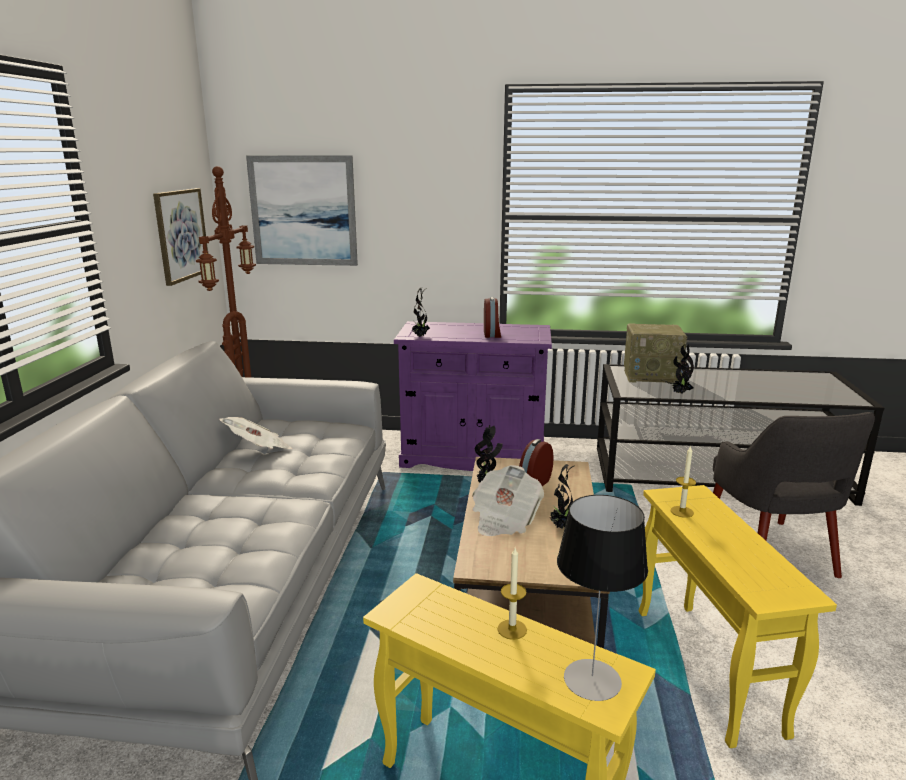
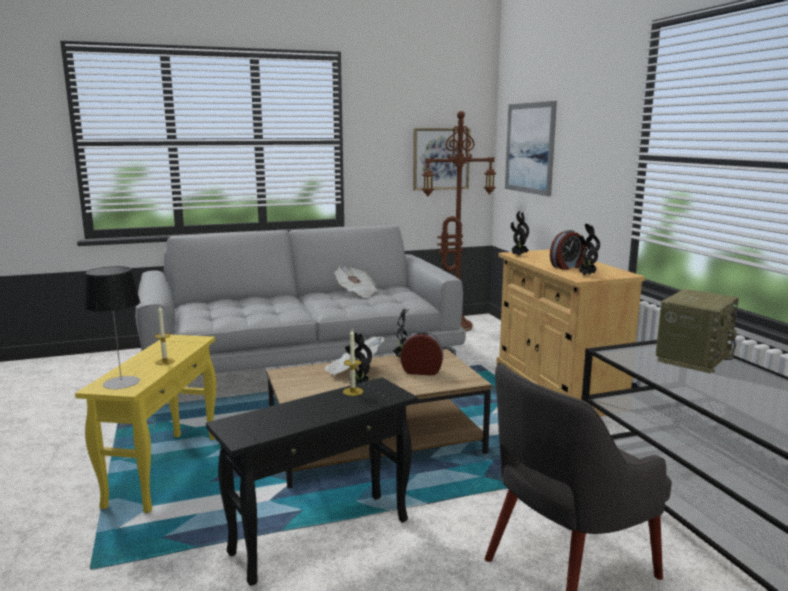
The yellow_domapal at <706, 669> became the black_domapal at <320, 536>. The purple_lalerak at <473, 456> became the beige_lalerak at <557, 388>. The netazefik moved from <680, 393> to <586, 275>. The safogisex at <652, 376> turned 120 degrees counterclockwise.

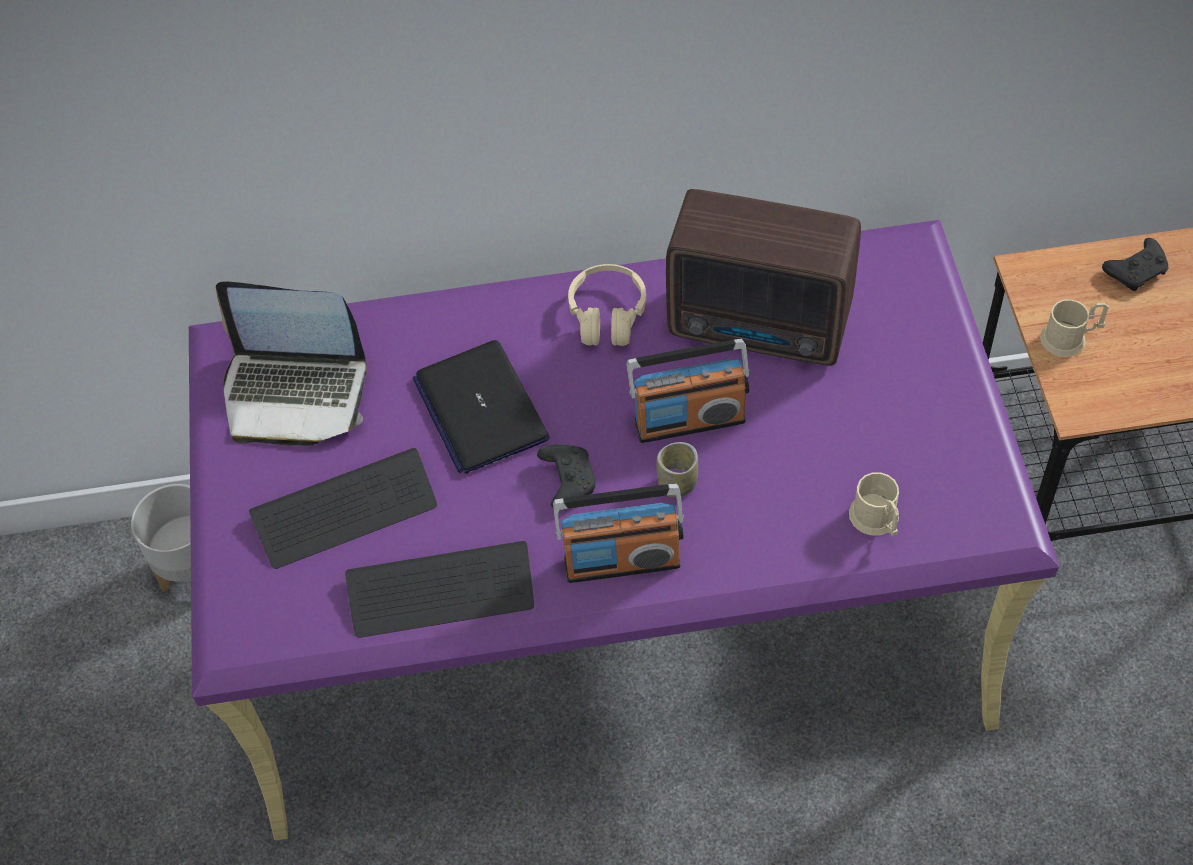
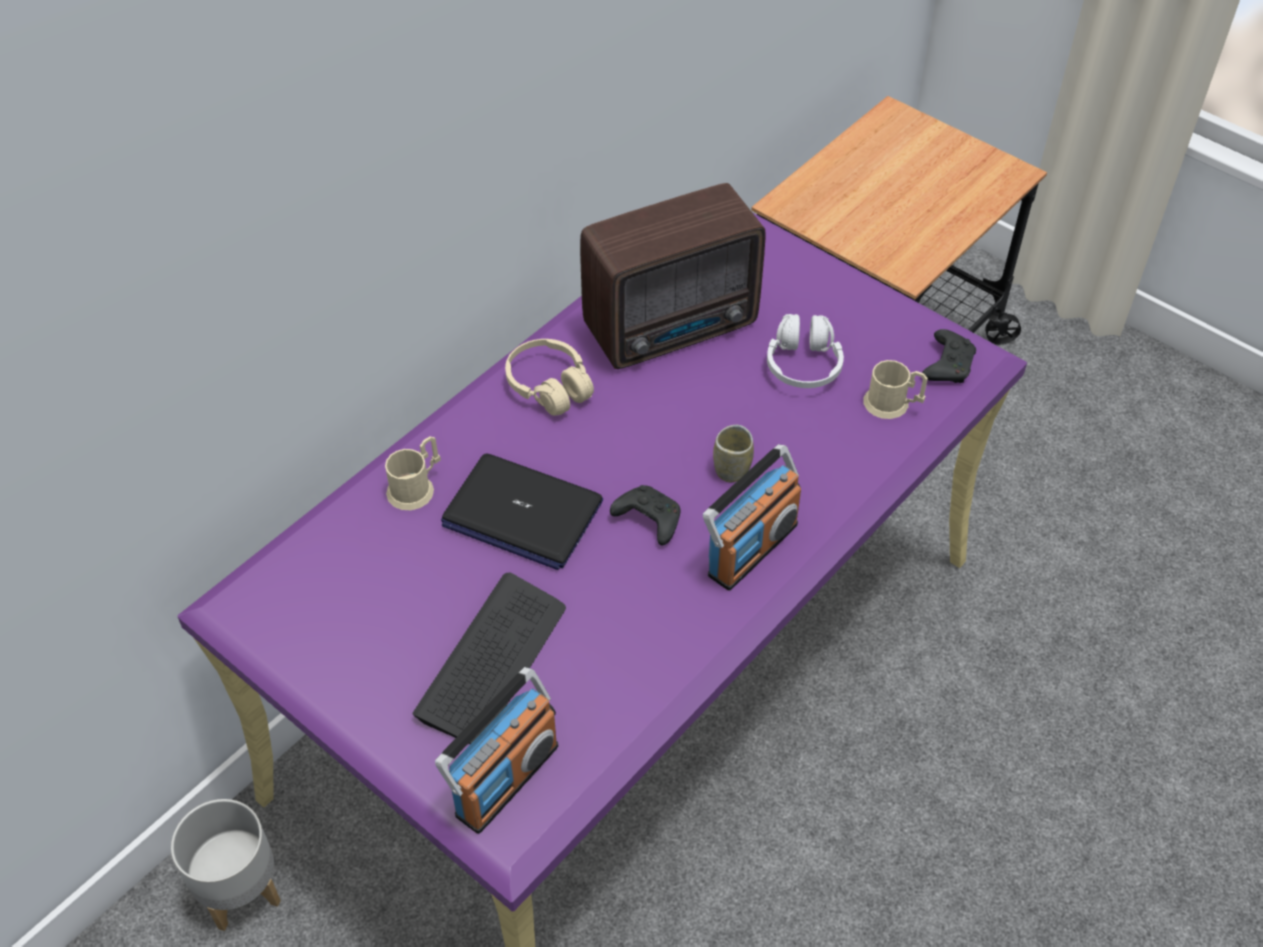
The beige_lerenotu moved from <1070, 338> to <416, 487>. The safogisex moved from <689, 420> to <505, 779>. The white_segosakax at <803, 364> appeared. The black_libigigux moved from <1137, 271> to <947, 365>. The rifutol at <295, 392> disappeared. The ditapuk at <441, 591> disappeared.

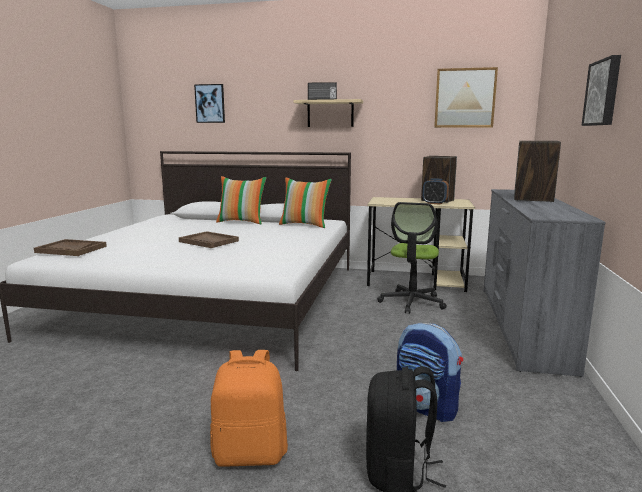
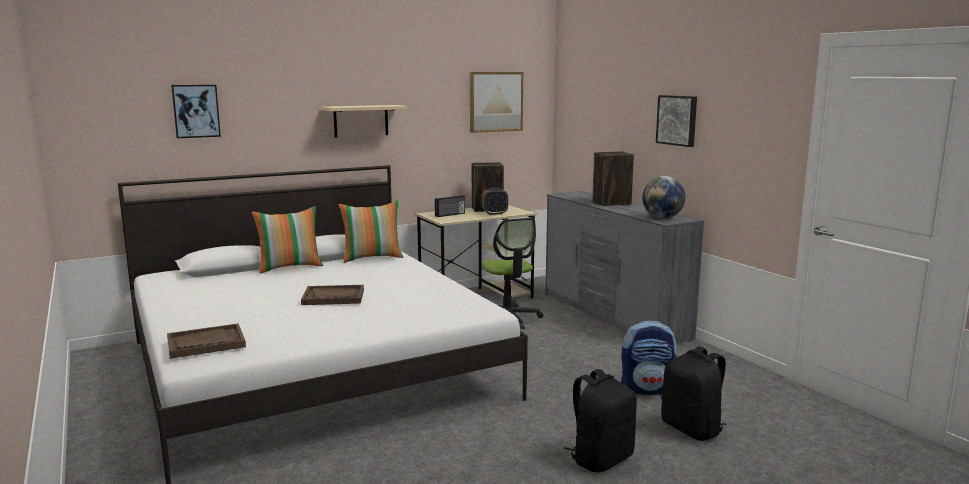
The safogisex moved from <322, 99> to <450, 215>. The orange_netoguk at <250, 453> became the black_netoguk at <601, 459>. The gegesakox at <662, 218> appeared.

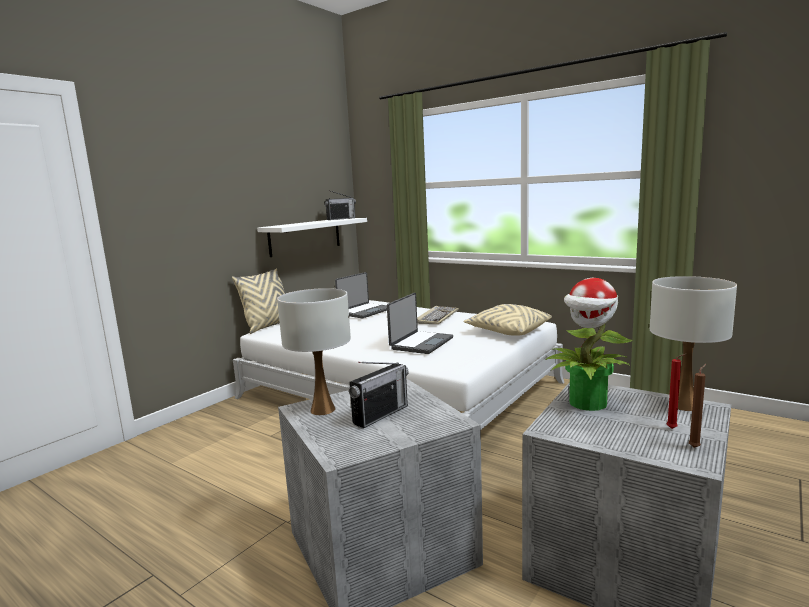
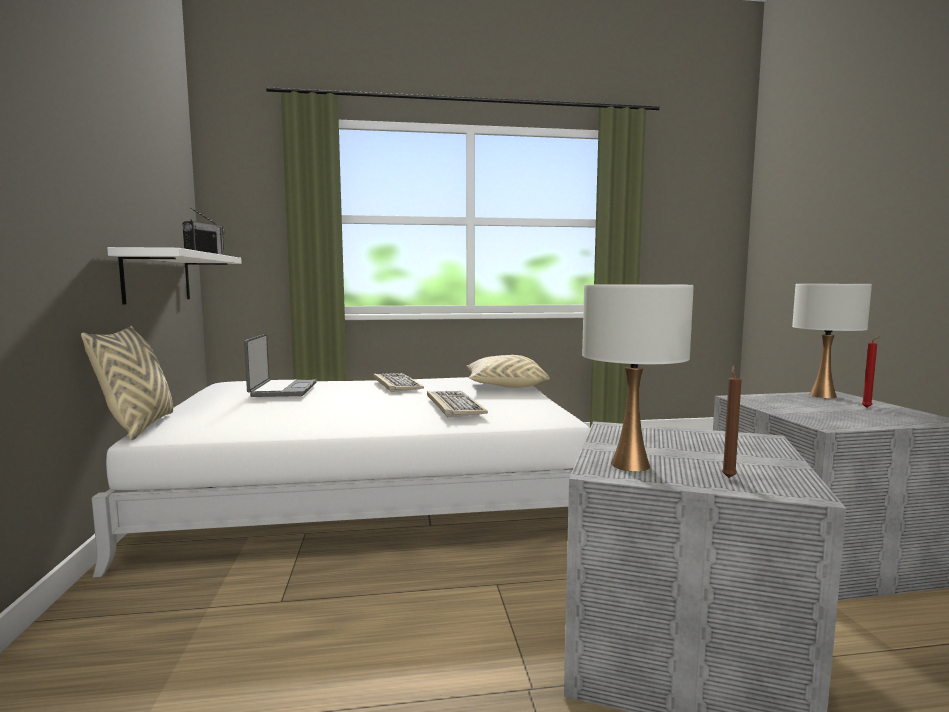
The rifutol at <421, 343> was replaced by the ditapuk at <453, 406>. The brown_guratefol moved from <695, 447> to <728, 477>. The safogisex at <380, 414> disappeared. The netazefik at <587, 403> disappeared.

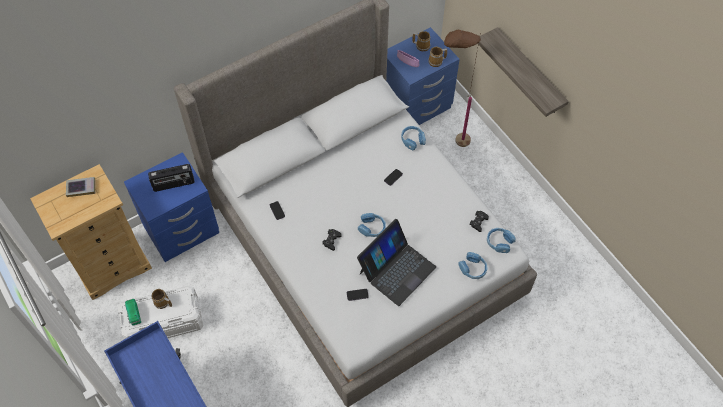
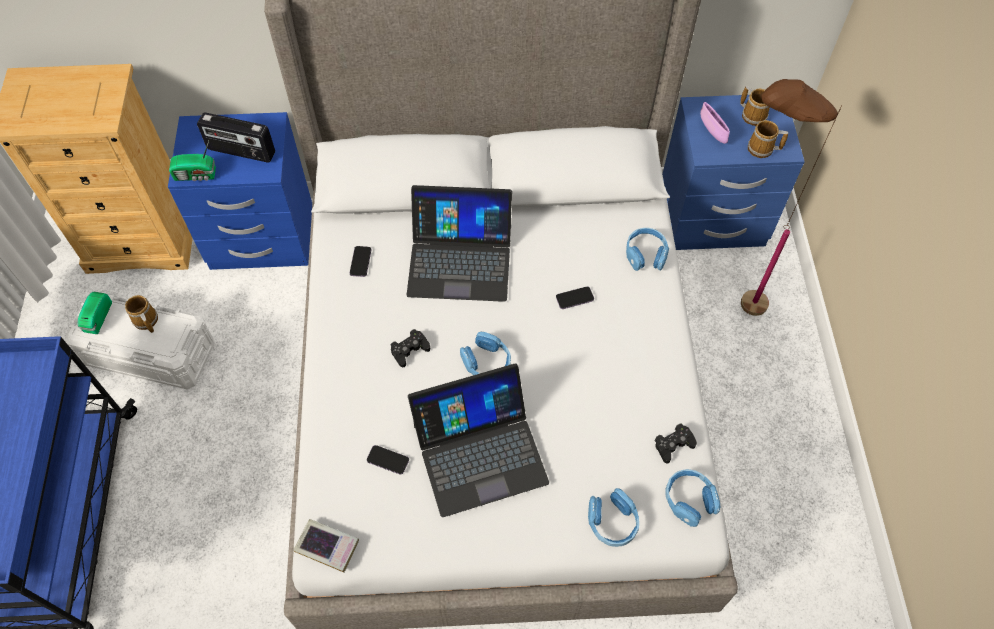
The safogisex at <196, 175> appeared. The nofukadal moved from <81, 188> to <327, 546>. The rifutol at <460, 260> appeared. The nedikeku at <529, 73> disappeared.

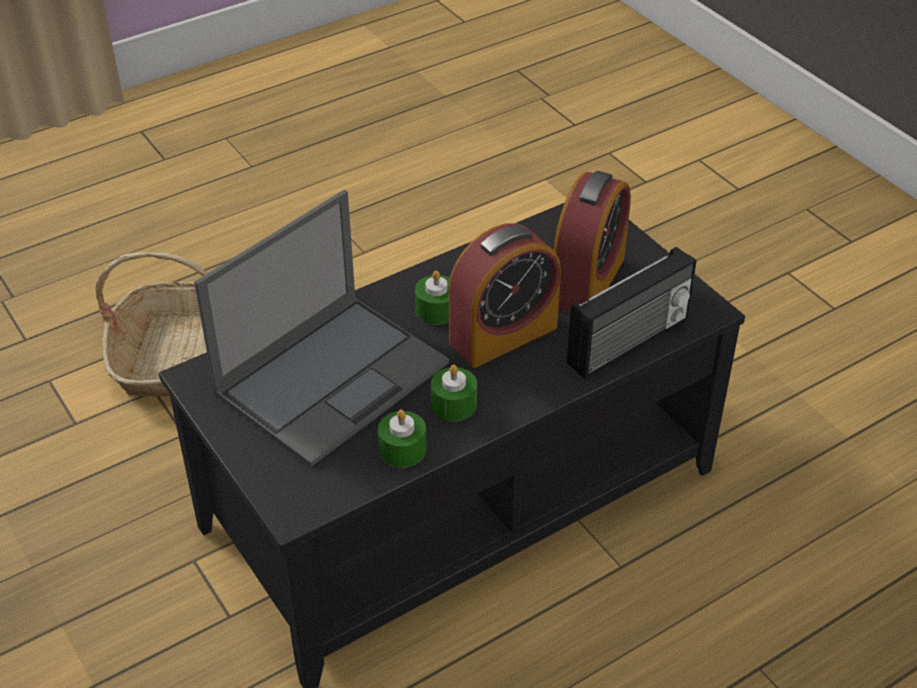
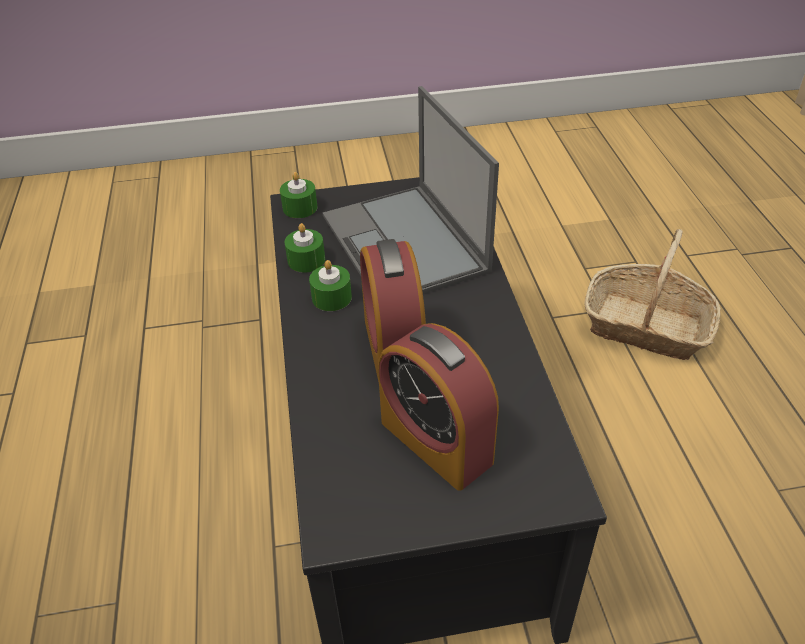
The green_guratefol moved from <436, 310> to <300, 208>. The safogisex at <630, 343> disappeared.

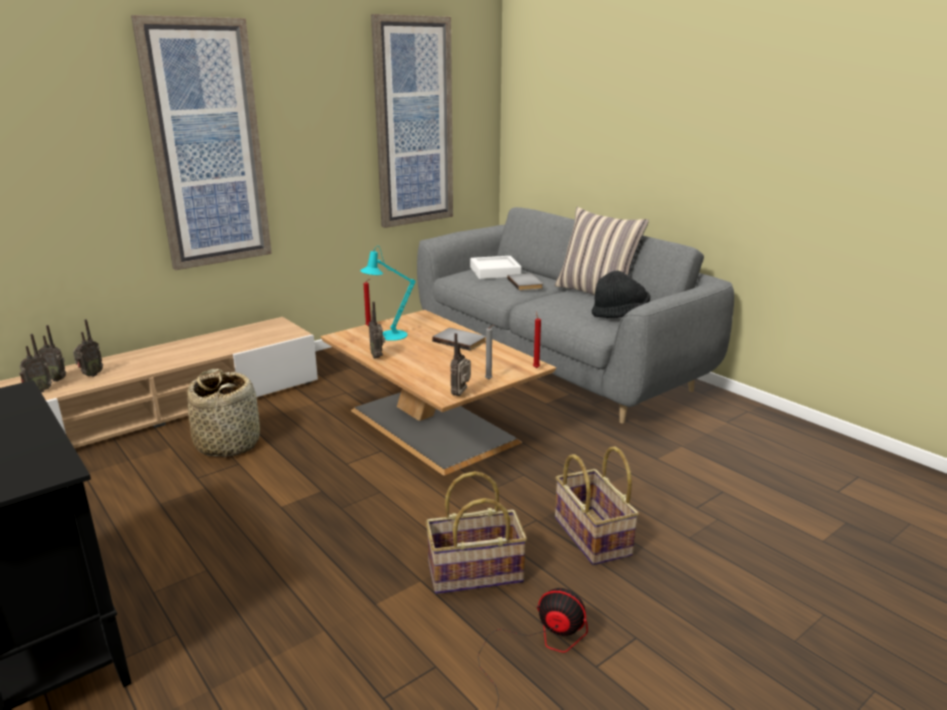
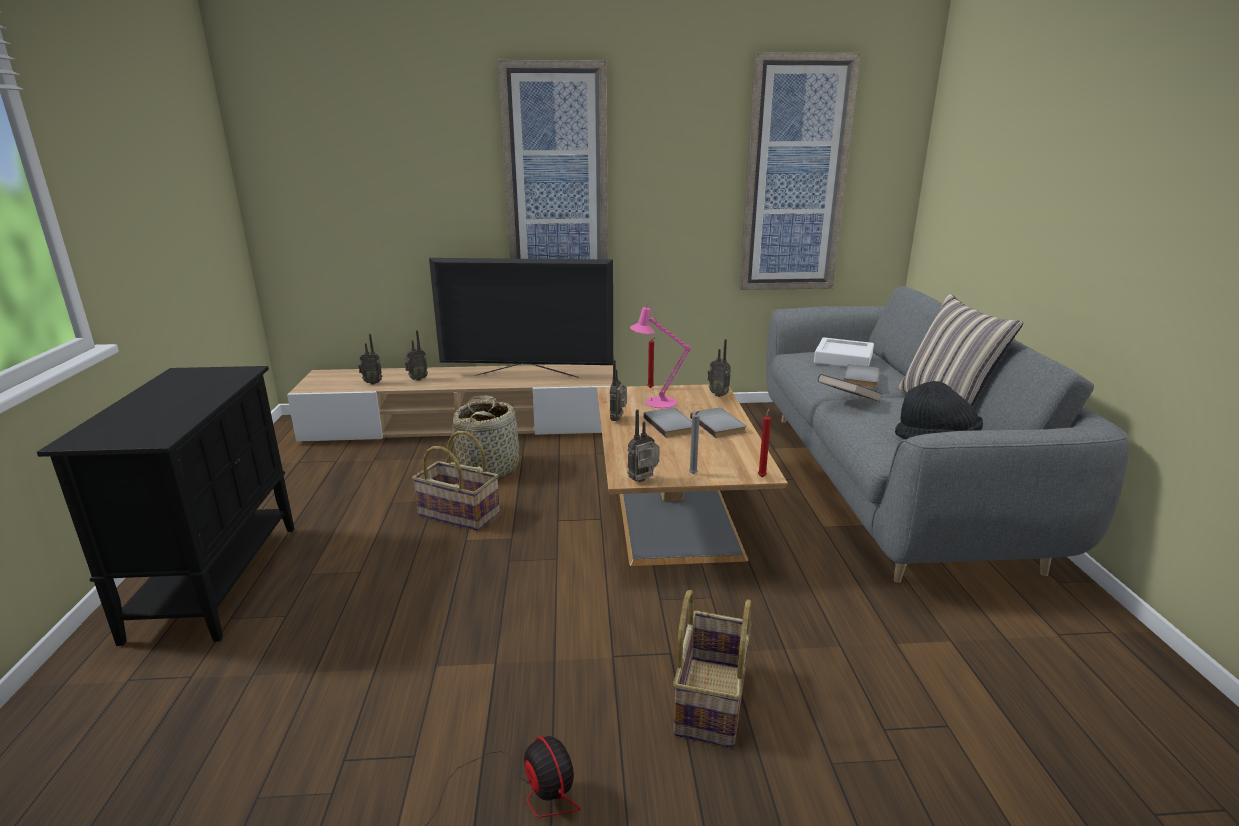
The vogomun moved from <475, 574> to <458, 515>. The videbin at <527, 376> appeared. The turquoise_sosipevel at <388, 336> became the pink_sosipevel at <656, 402>. The grey_nofukadal at <672, 424> appeared. The safogisex moved from <57, 379> to <719, 394>. The brown_nofukadal at <847, 401> appeared.

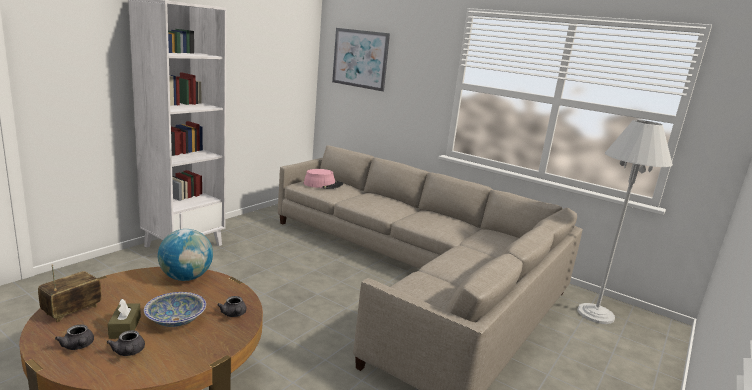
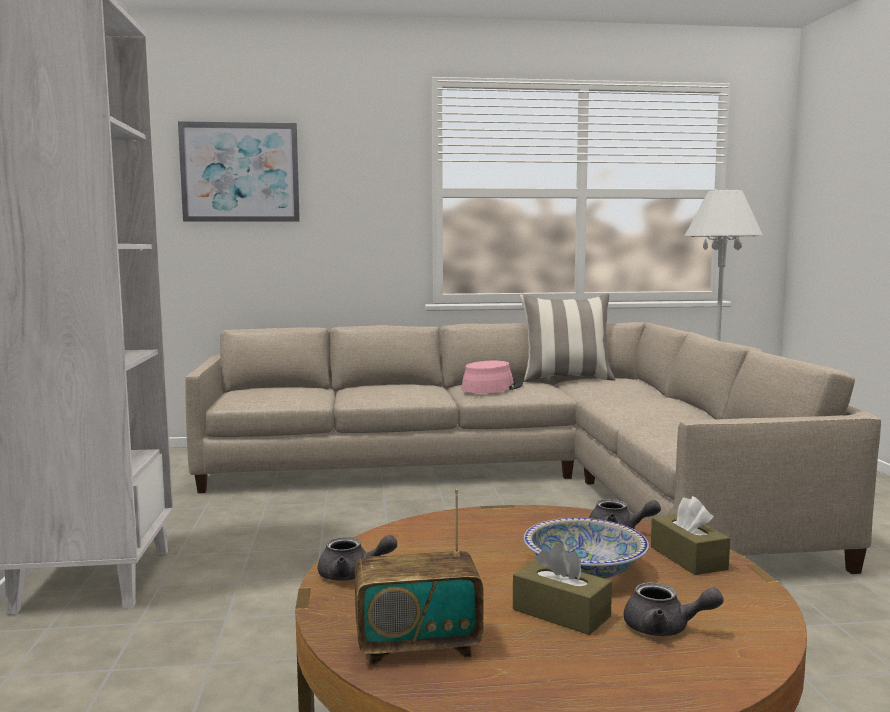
The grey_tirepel moved from <78, 346> to <352, 575>. The safogisex at <72, 311> turned 90 degrees counterclockwise. The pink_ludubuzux moved from <323, 184> to <491, 387>. The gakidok at <566, 379> appeared. The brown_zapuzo at <688, 558> appeared. The gegesakox at <186, 277> disappeared.

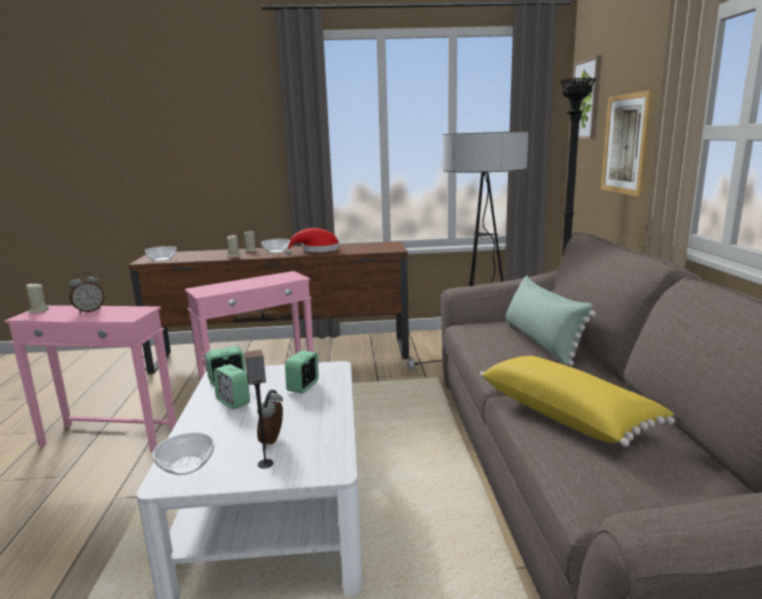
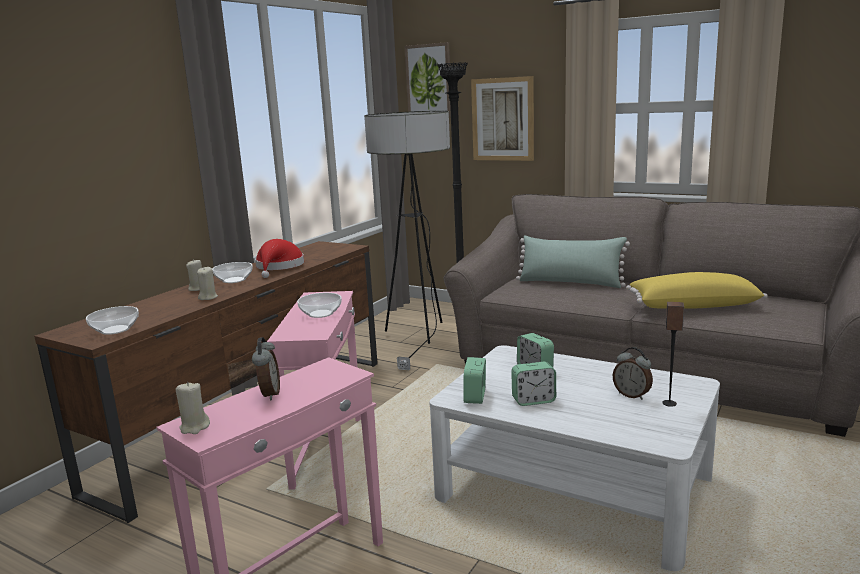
The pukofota moved from <186, 465> to <320, 314>.

